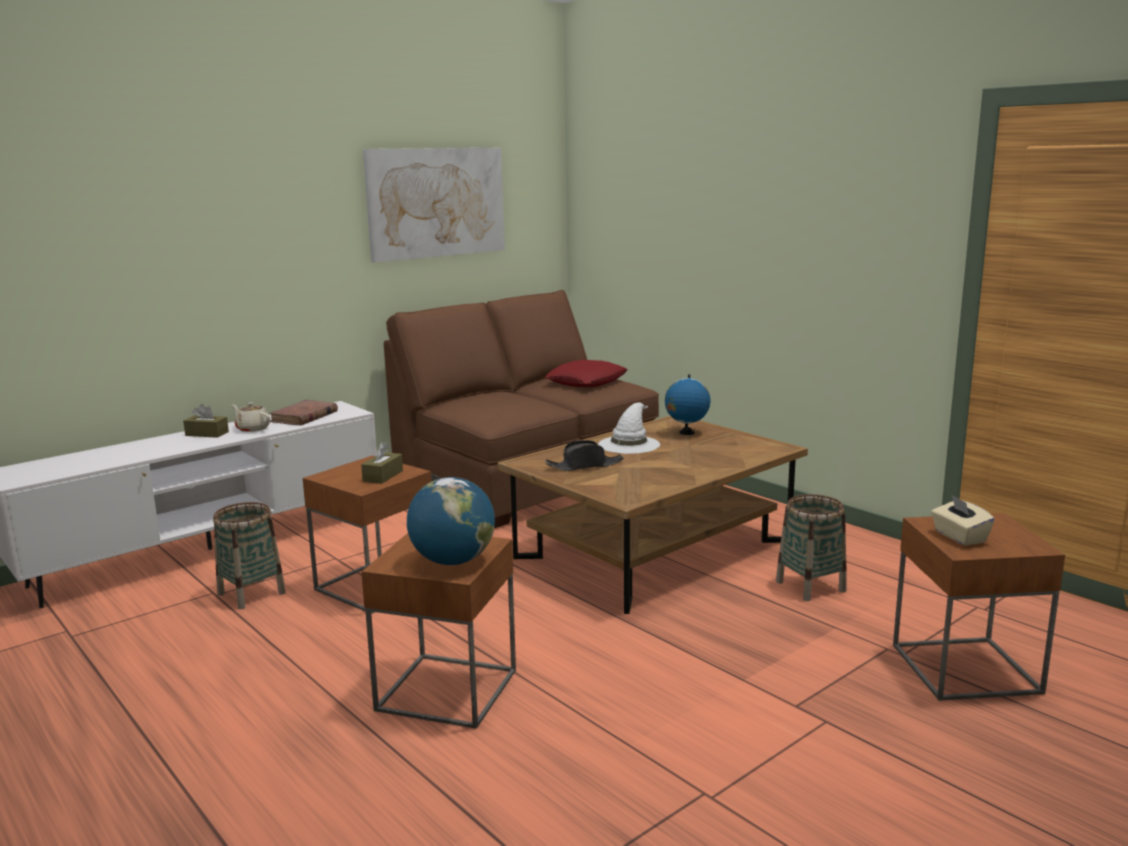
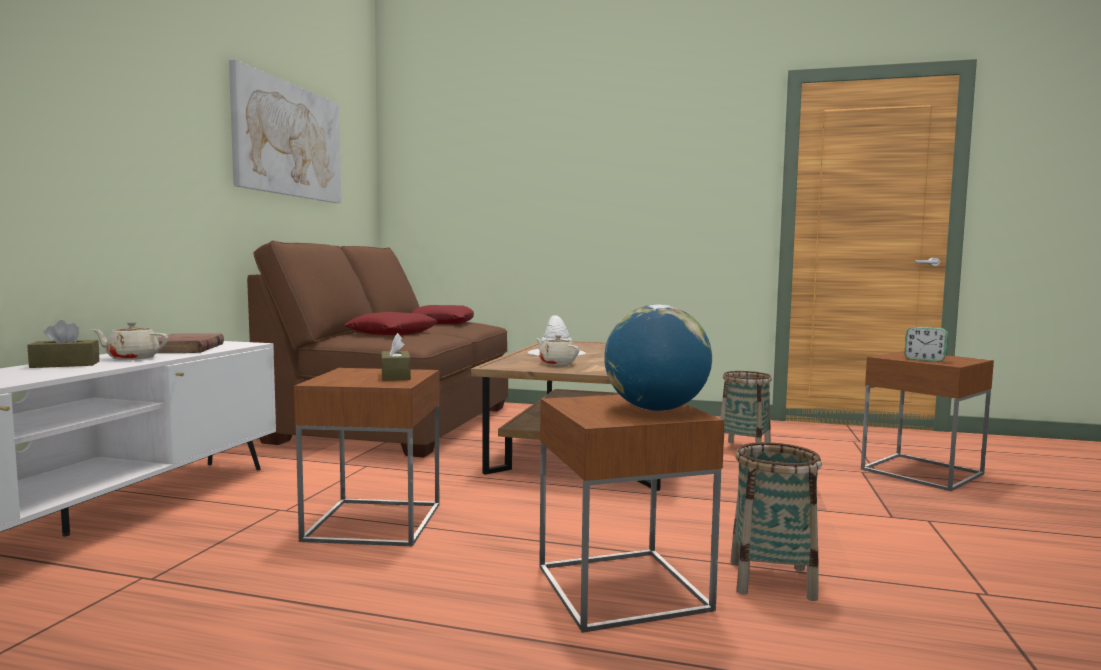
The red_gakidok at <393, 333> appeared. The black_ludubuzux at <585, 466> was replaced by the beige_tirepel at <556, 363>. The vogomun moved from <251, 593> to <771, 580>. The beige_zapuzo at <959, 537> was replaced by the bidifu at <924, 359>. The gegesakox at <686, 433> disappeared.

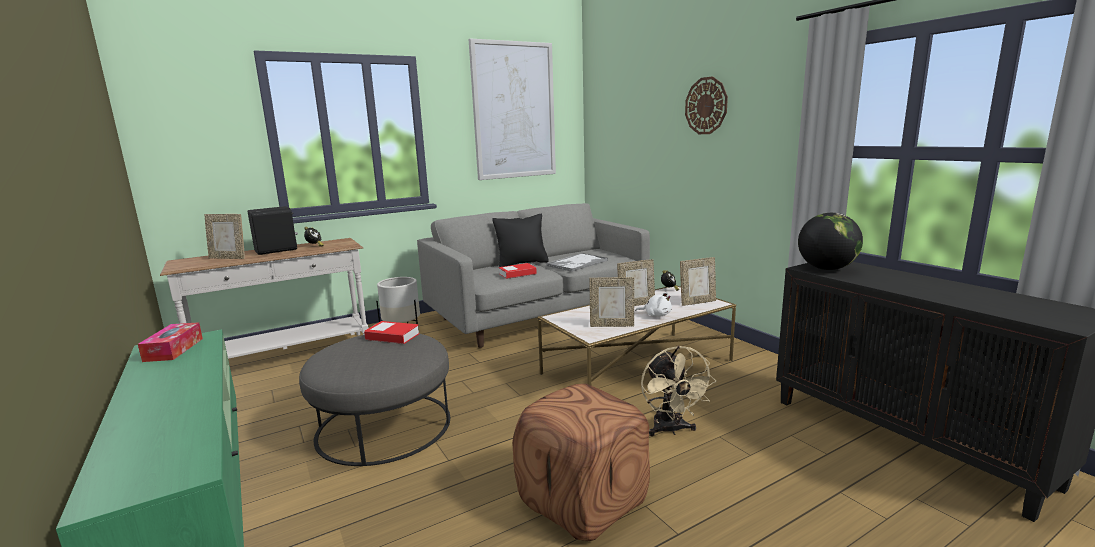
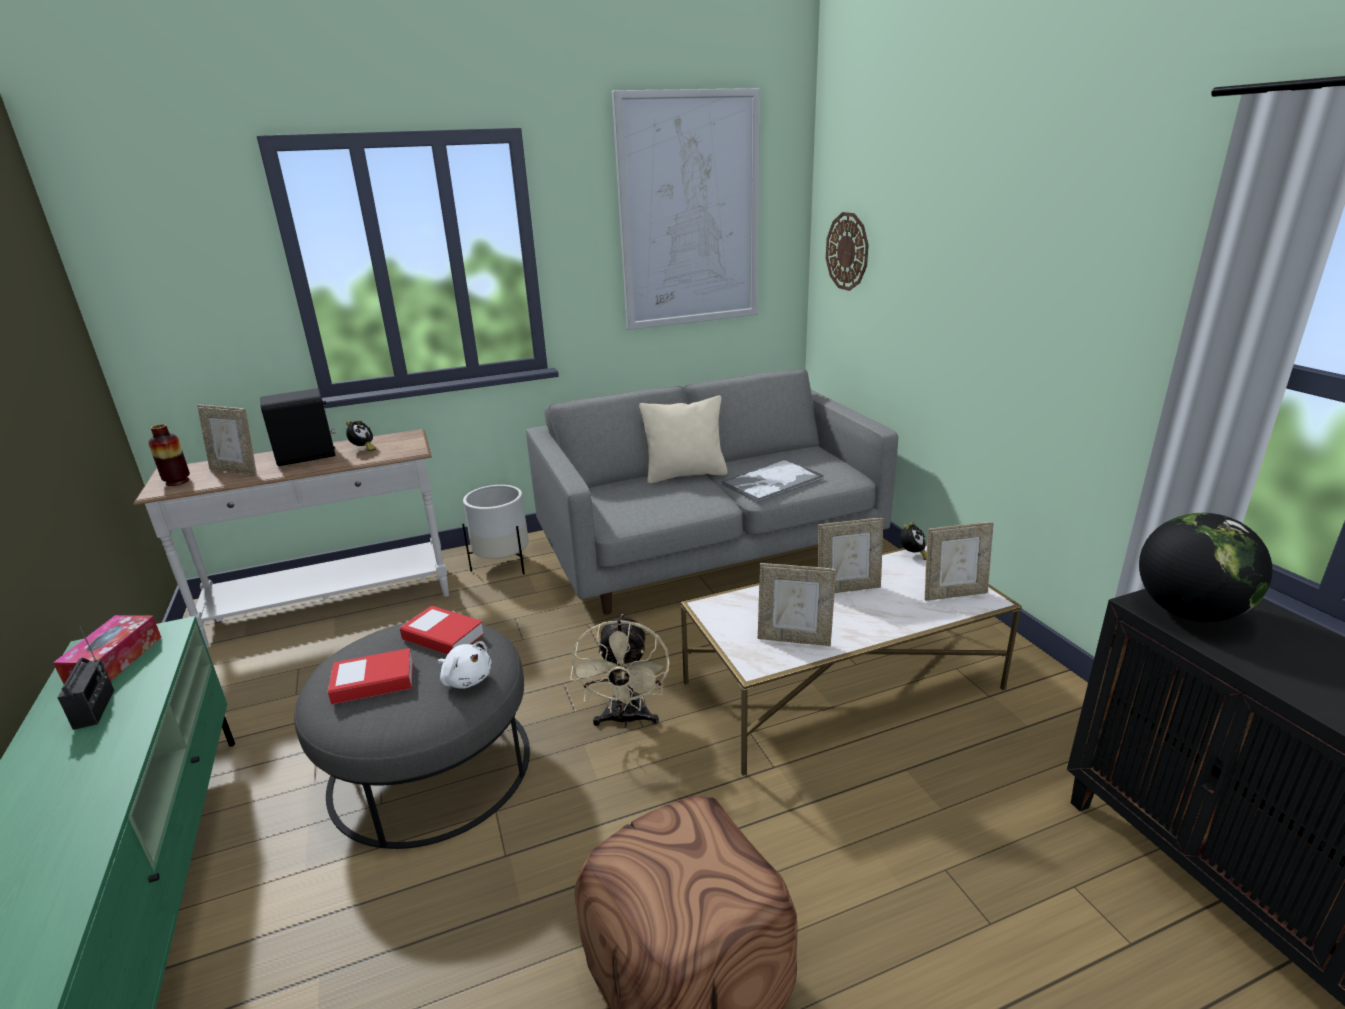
The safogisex at <95, 709> appeared. The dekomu at <177, 482> appeared. The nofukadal moved from <517, 274> to <373, 682>. The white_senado moved from <656, 315> to <466, 679>. The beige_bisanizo moved from <671, 430> to <626, 719>. The black_gakidok at <522, 263> became the beige_gakidok at <685, 474>. The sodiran moved from <706, 106> to <847, 251>.

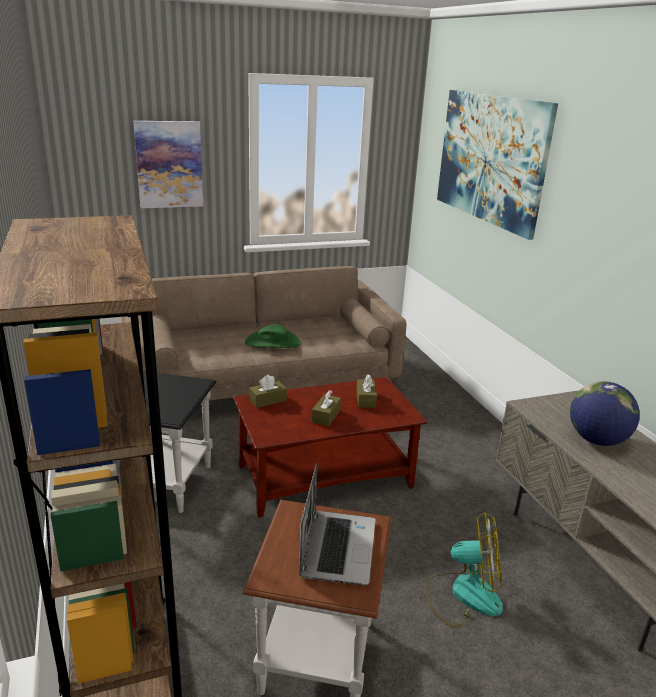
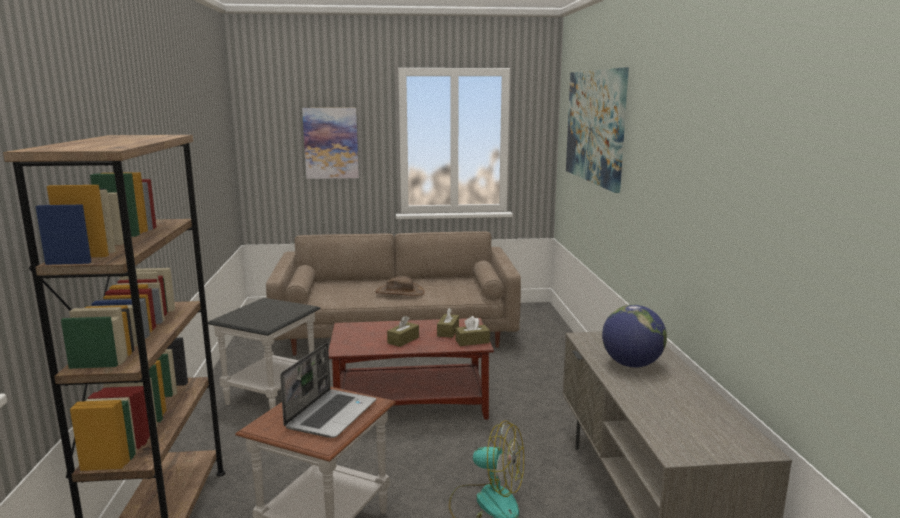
The green_ludubuzux at <273, 342> became the brown_ludubuzux at <400, 292>. The brown_zapuzo moved from <268, 400> to <472, 341>.

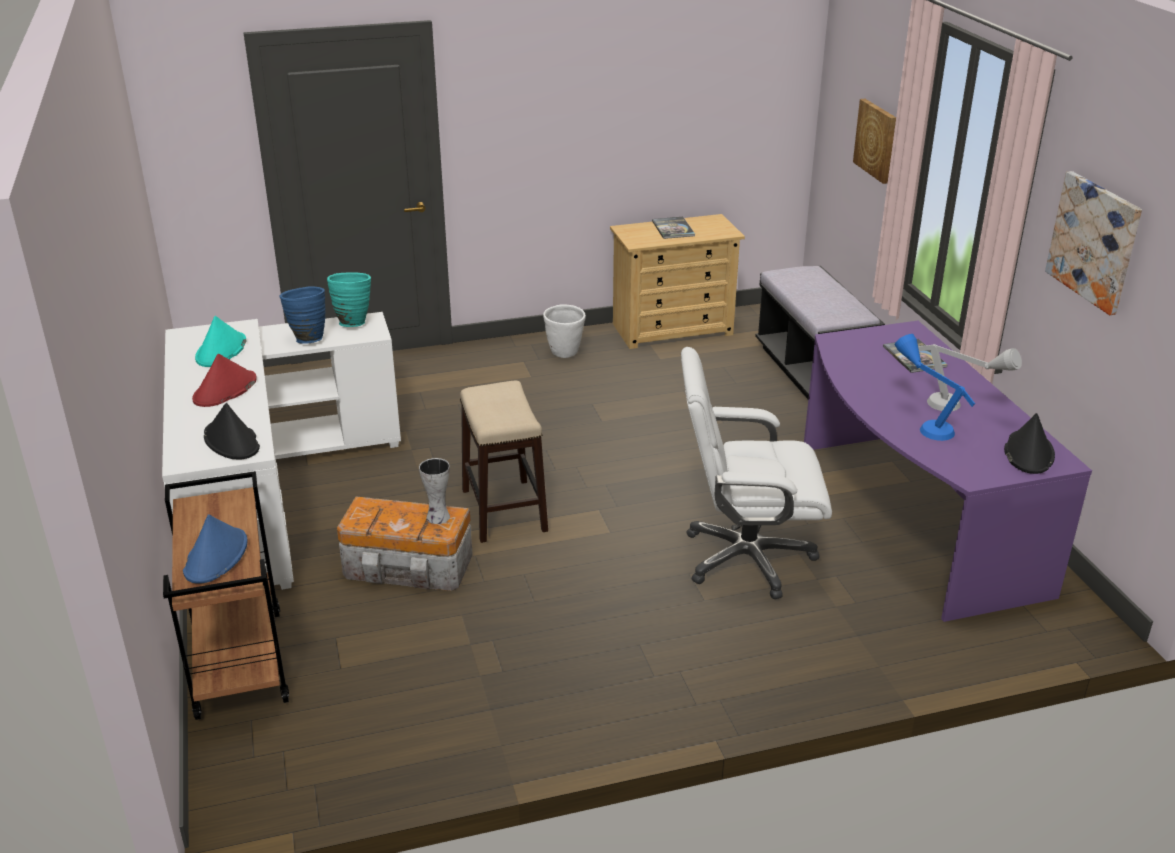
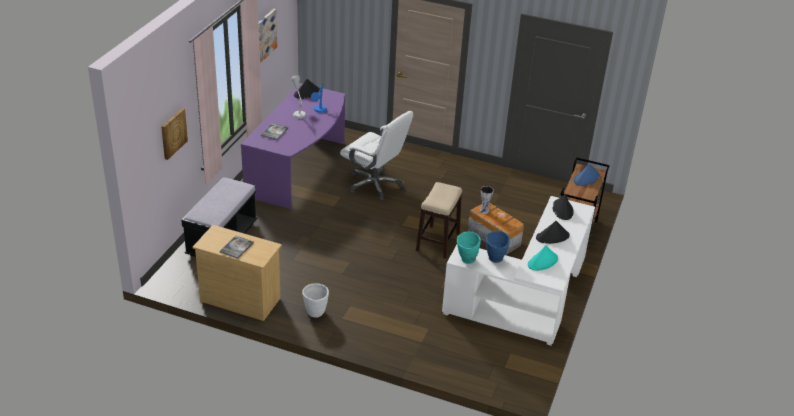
The red_ludubuzux at <225, 390> became the black_ludubuzux at <552, 237>.

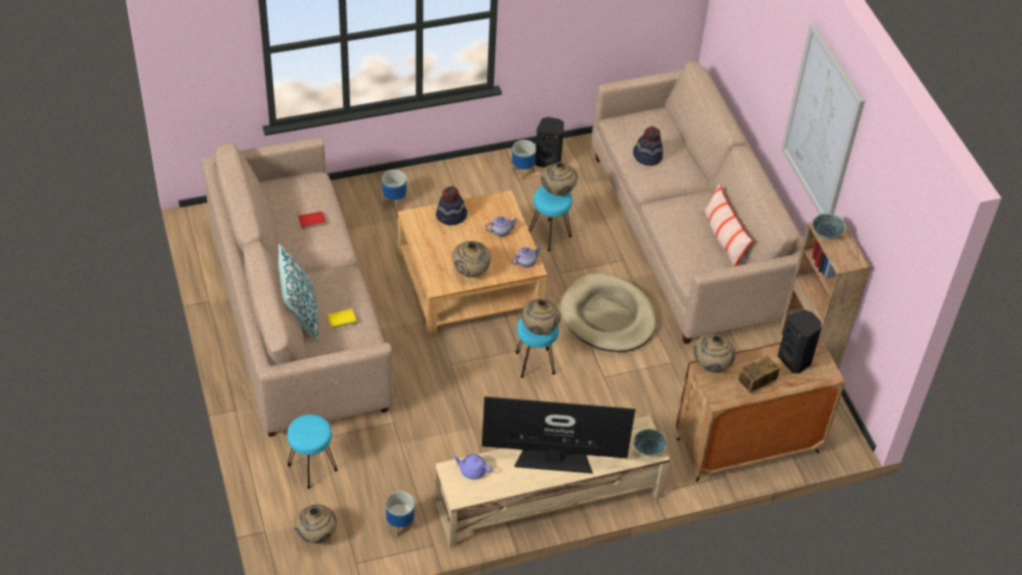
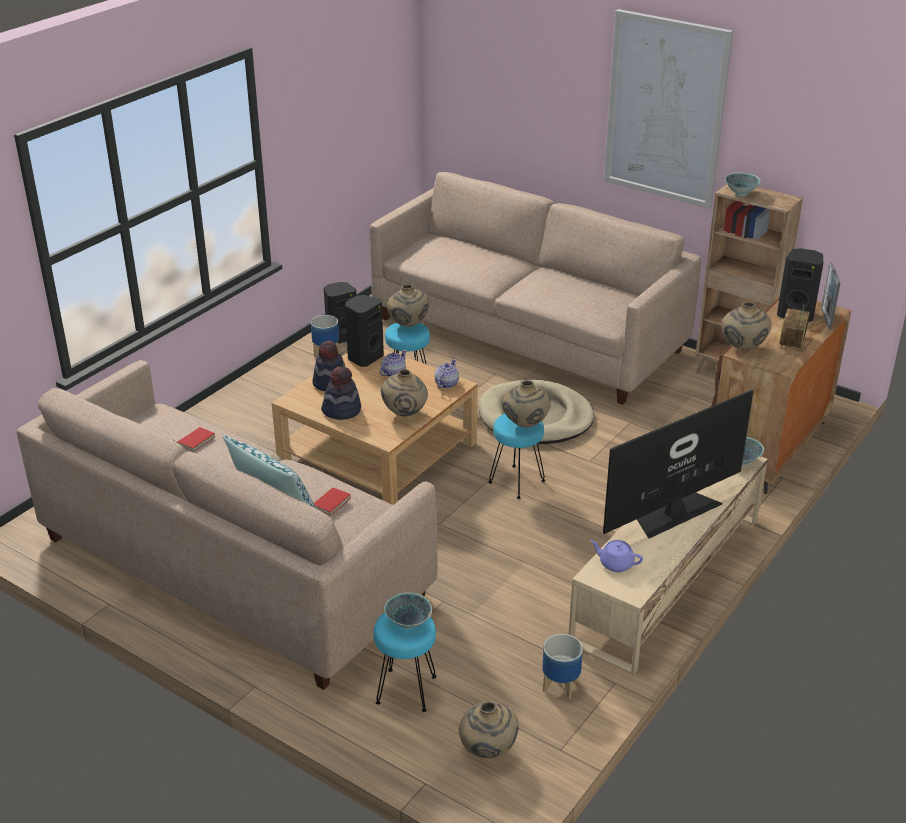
The yellow_nofukadal at <341, 319> became the red_nofukadal at <330, 502>. The ludubuzux moved from <647, 156> to <341, 410>. The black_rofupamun at <364, 357> appeared. The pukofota at <408, 623> appeared. The purple_tirepel at <472, 470> turned 45 degrees clockwise. The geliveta at <826, 318> appeared. The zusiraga at <394, 201> disappeared. The gakidok at <723, 239> disappeared.

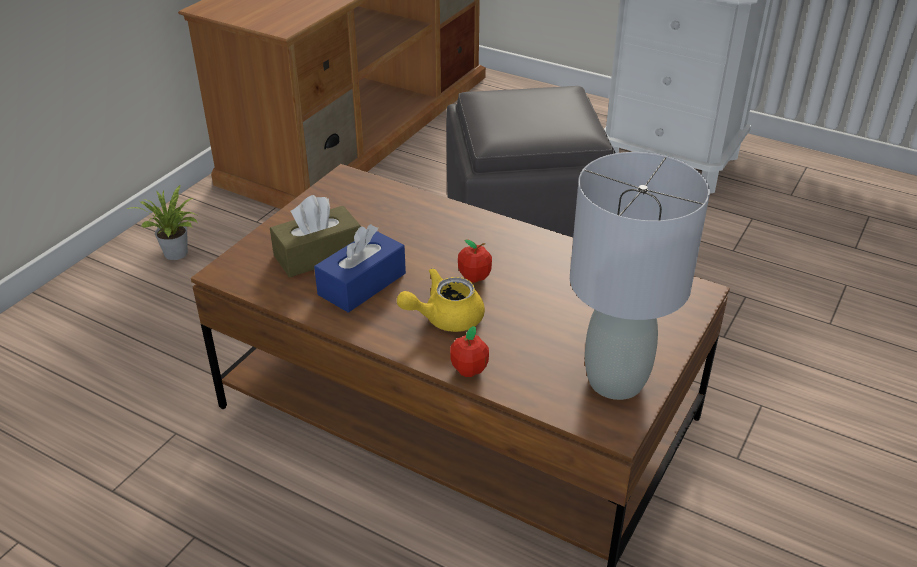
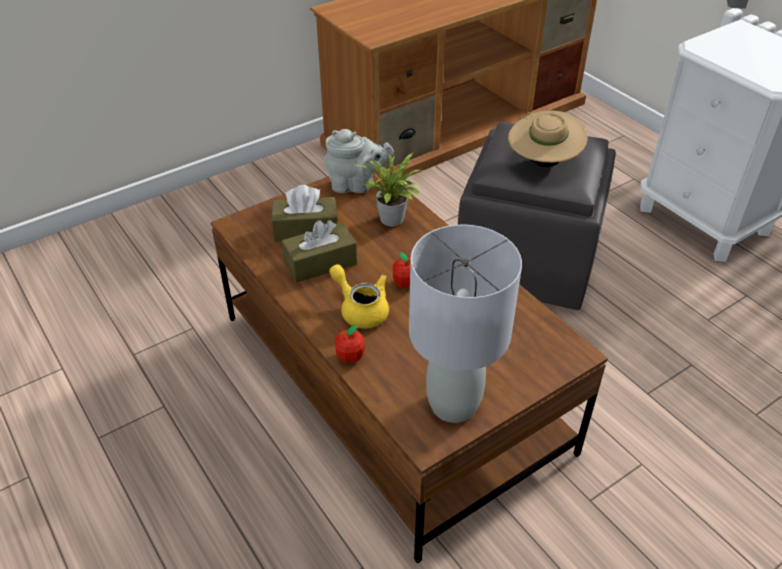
The blue_zapuzo at <362, 284> became the brown_zapuzo at <320, 263>. The grey_tirepel at <356, 185> appeared. The yellow_tirepel at <444, 318> turned 45 degrees clockwise. The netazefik moved from <177, 255> to <392, 221>. The beige_ludubuzux at <543, 162> appeared.

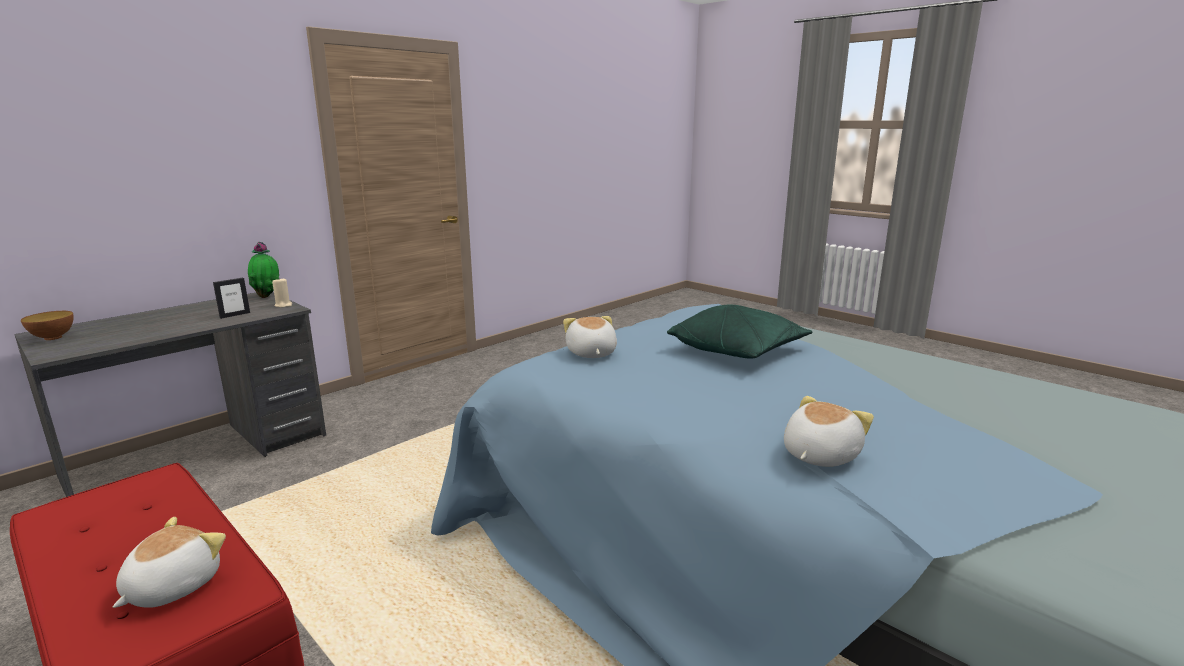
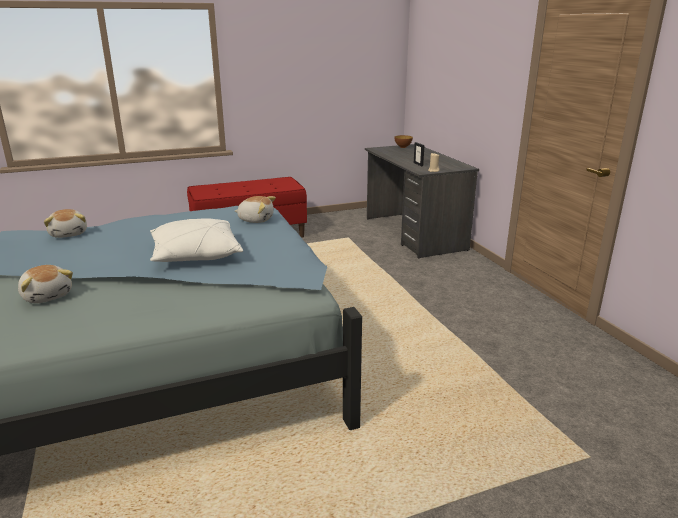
The senado moved from <171, 586> to <48, 295>. The green_gakidok at <737, 351> became the white_gakidok at <195, 255>. The netazefik at <267, 297> disappeared.

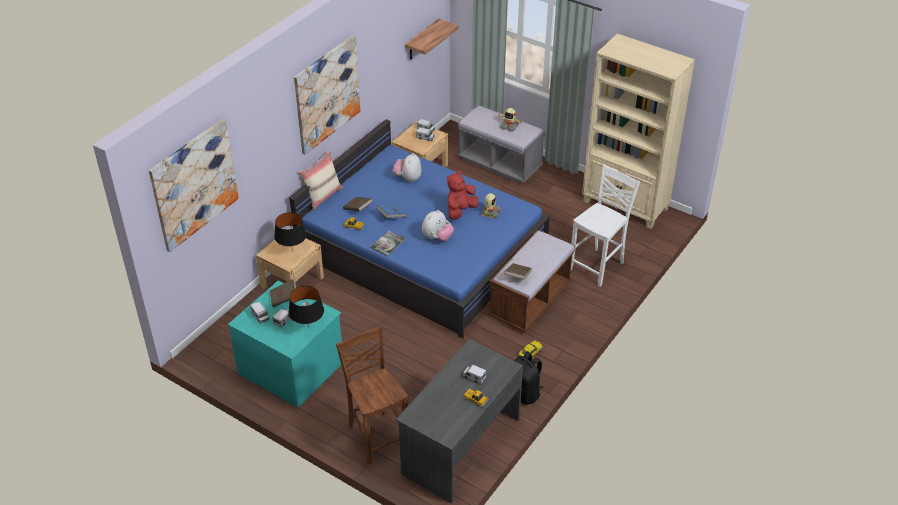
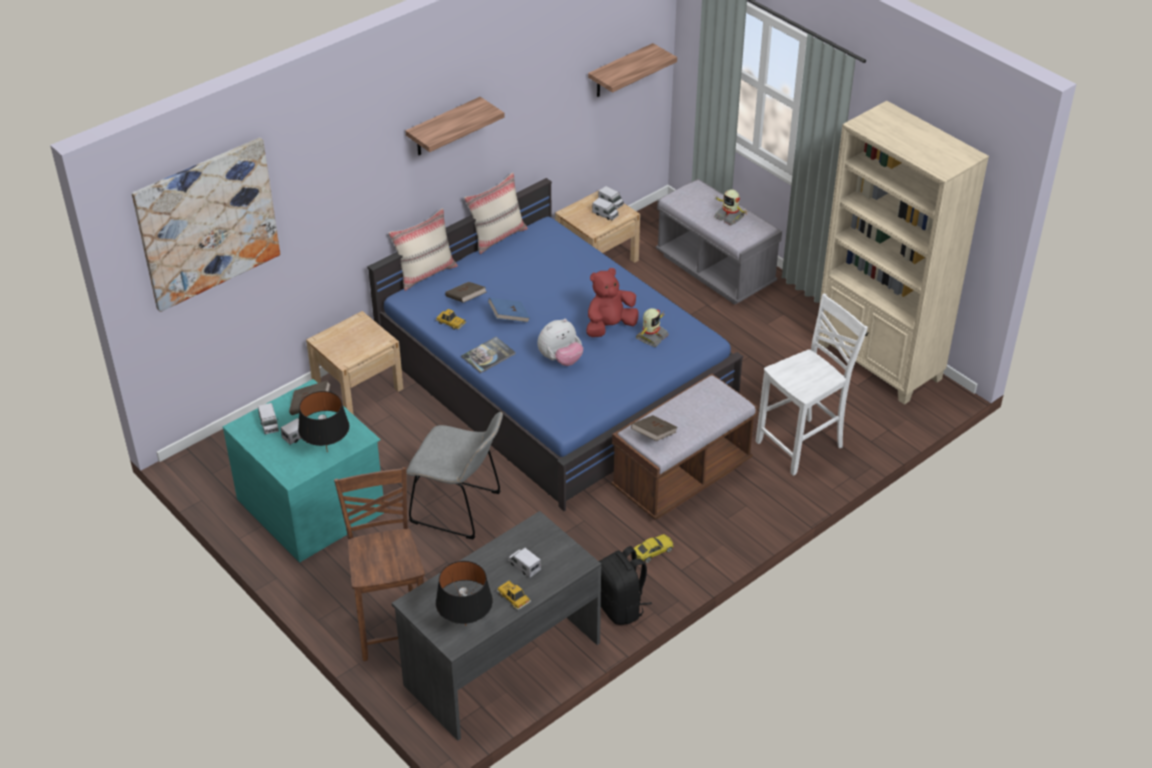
The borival at <327, 94> was replaced by the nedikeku at <444, 127>. The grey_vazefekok at <460, 509> appeared. The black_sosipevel moved from <292, 251> to <466, 625>. The beige_gakidok at <497, 236> appeared. The senado at <408, 178> disappeared.

